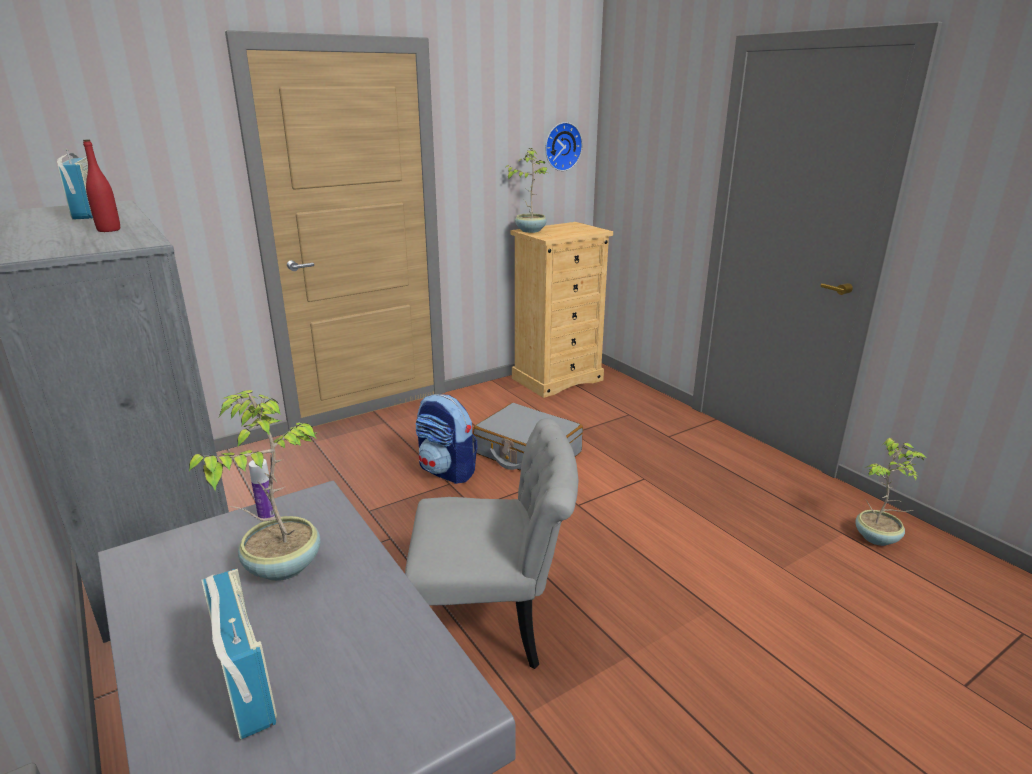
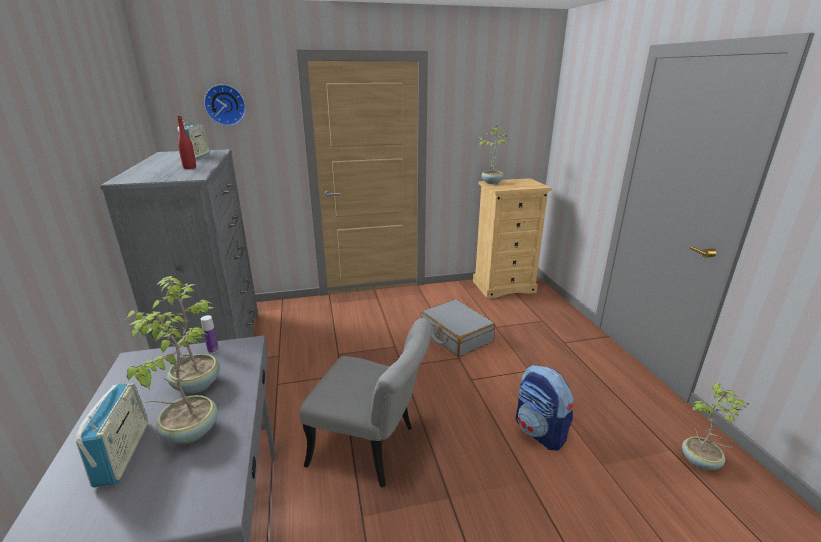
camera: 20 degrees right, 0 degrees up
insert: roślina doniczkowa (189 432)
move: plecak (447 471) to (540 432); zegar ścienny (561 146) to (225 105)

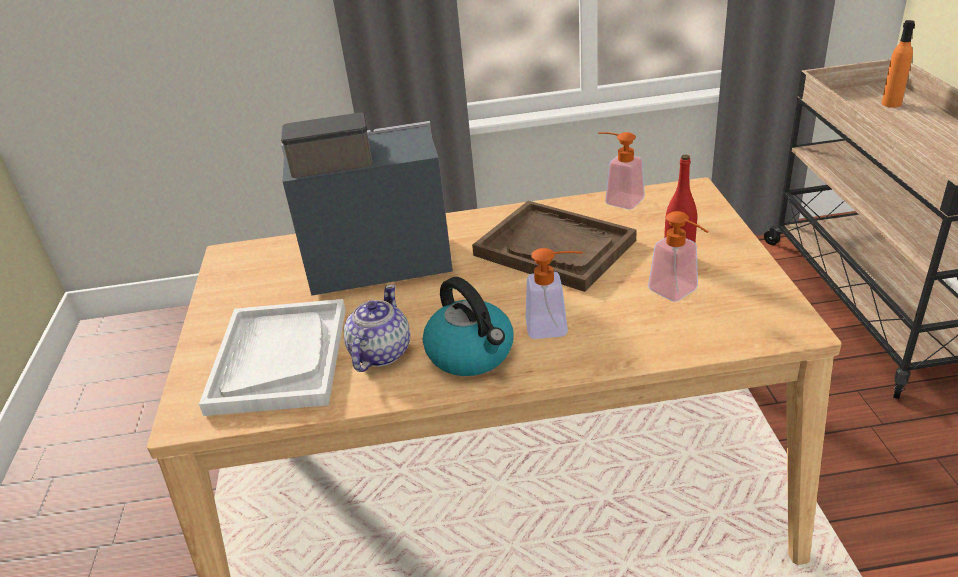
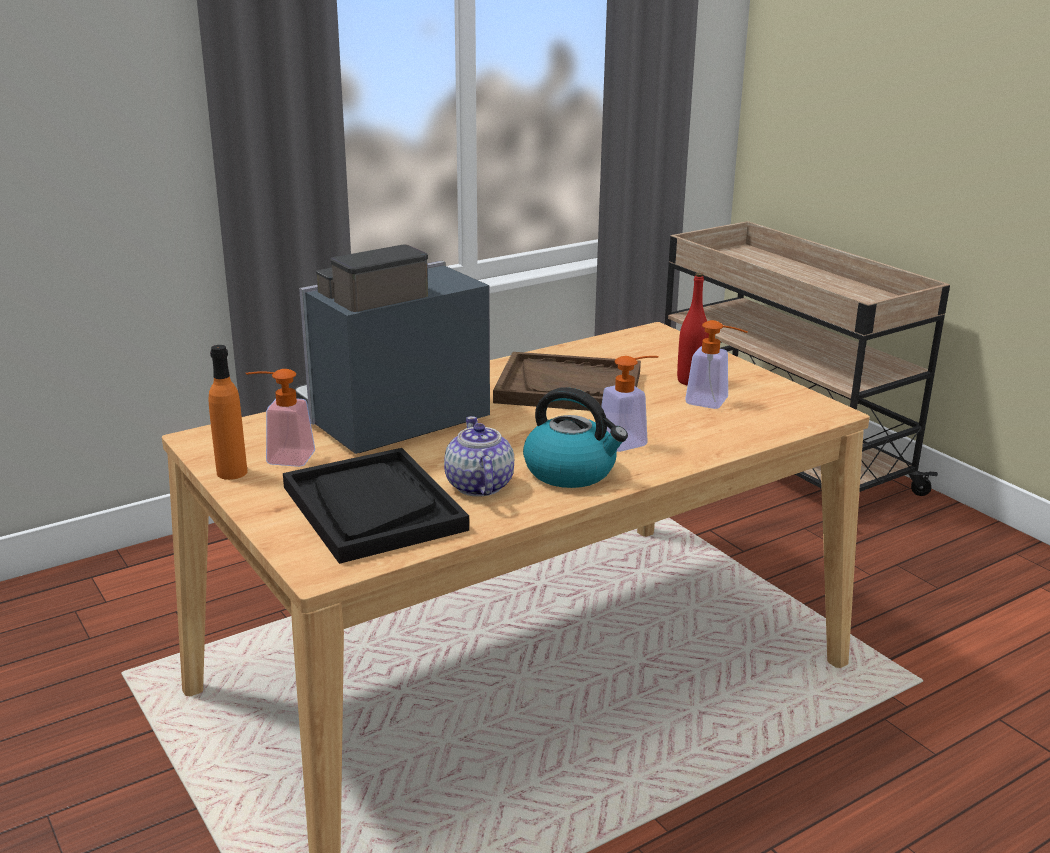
camera: 30 degrees left, 10 degrees down
move: dozownik mydła (618 200) to (282 457); butelka/pomarańczowy (891 104) to (232 472)
recolor: taca/biały (279 358) to taca/czarny (372 508)

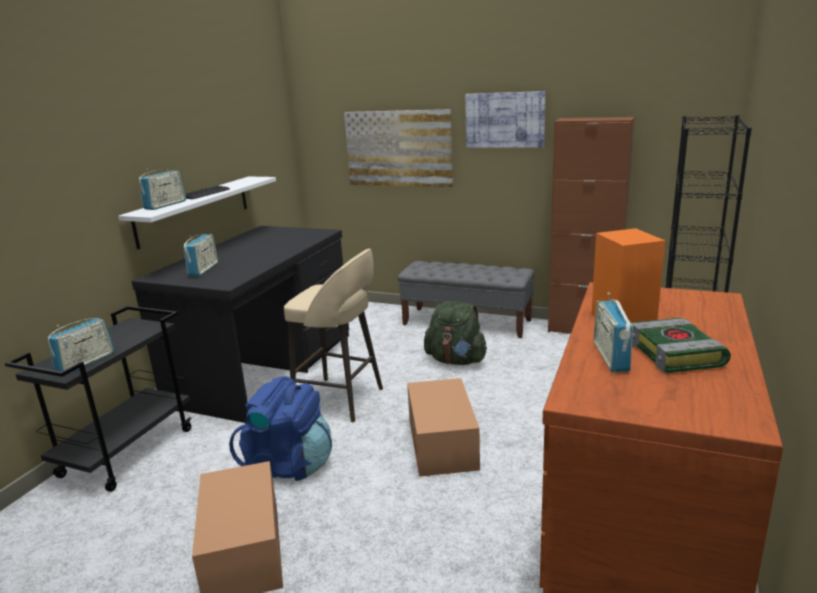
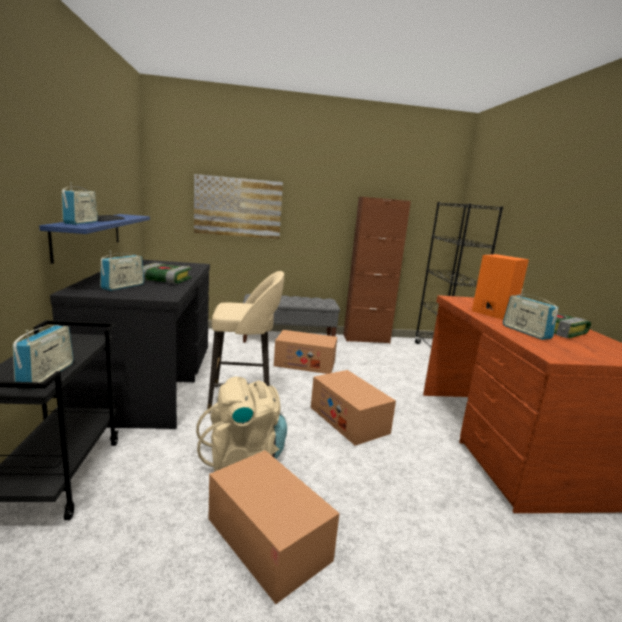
camera: 30 degrees left, 5 degrees down
delete: obraz (505 120)
insert: książka (163 280)
replace: plecak/zielony (456 360) to karton (305 363)
recolor: półka/biały (194 210) to półka/niebieski (89 234); plecak/niebieski (289 464) to plecak/beżowy (243 456)
rotate: radio (203 270) = (123 286) 45 degrees clockwise

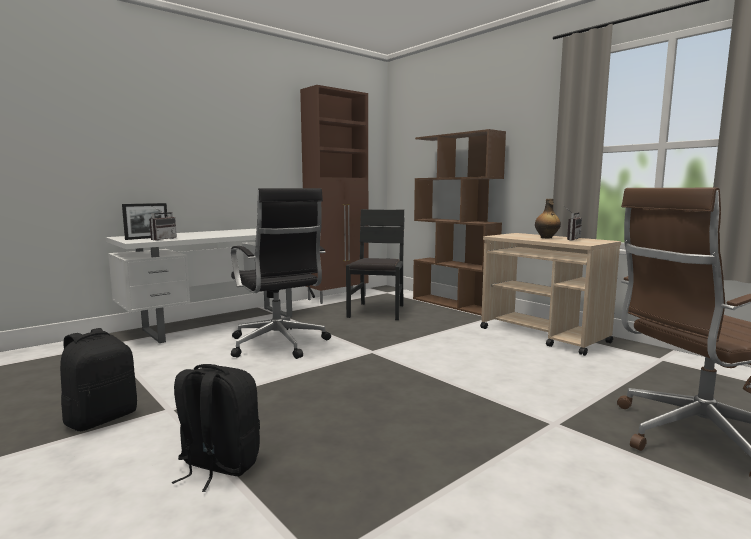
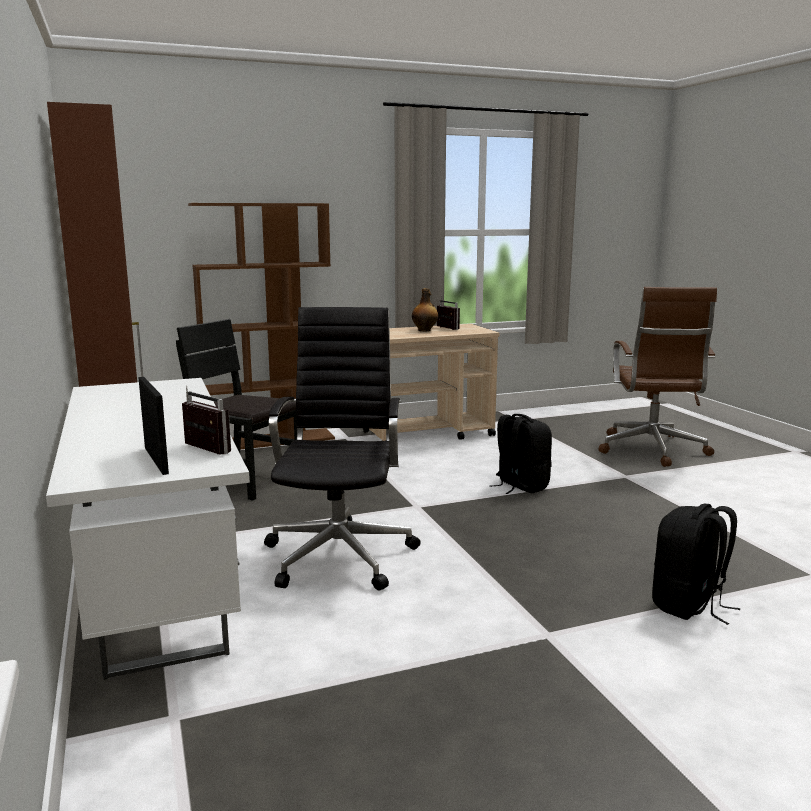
camera: 70 degrees left, 5 degrees up
move: plecak/czarny (102 418) to (520 486)
rotate: krzesło biurowe/czarny (279 345) = (340 554) 75 degrees counterclockwise

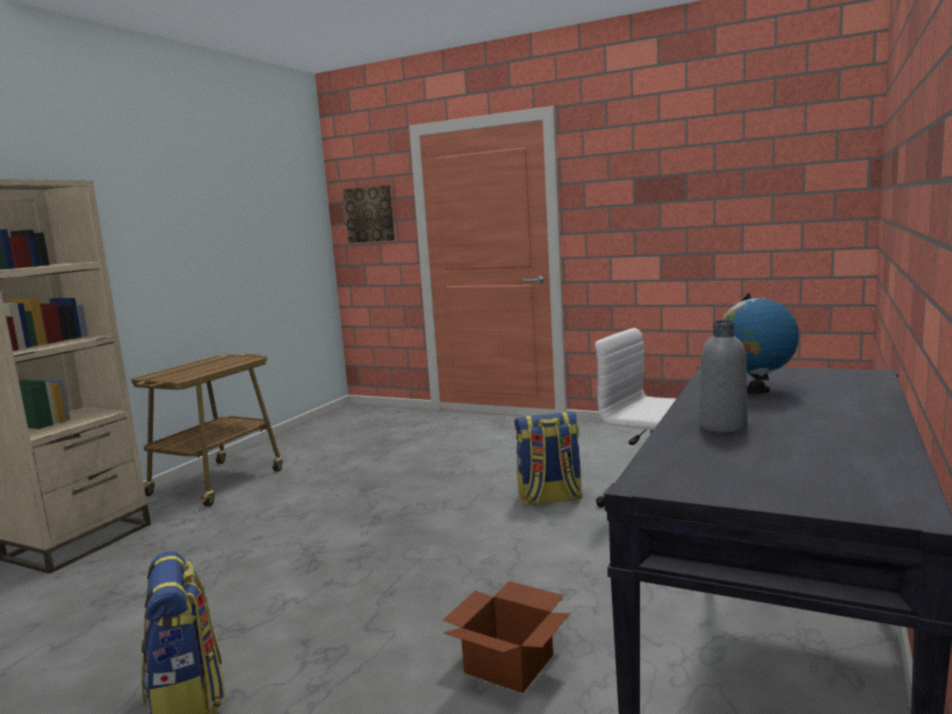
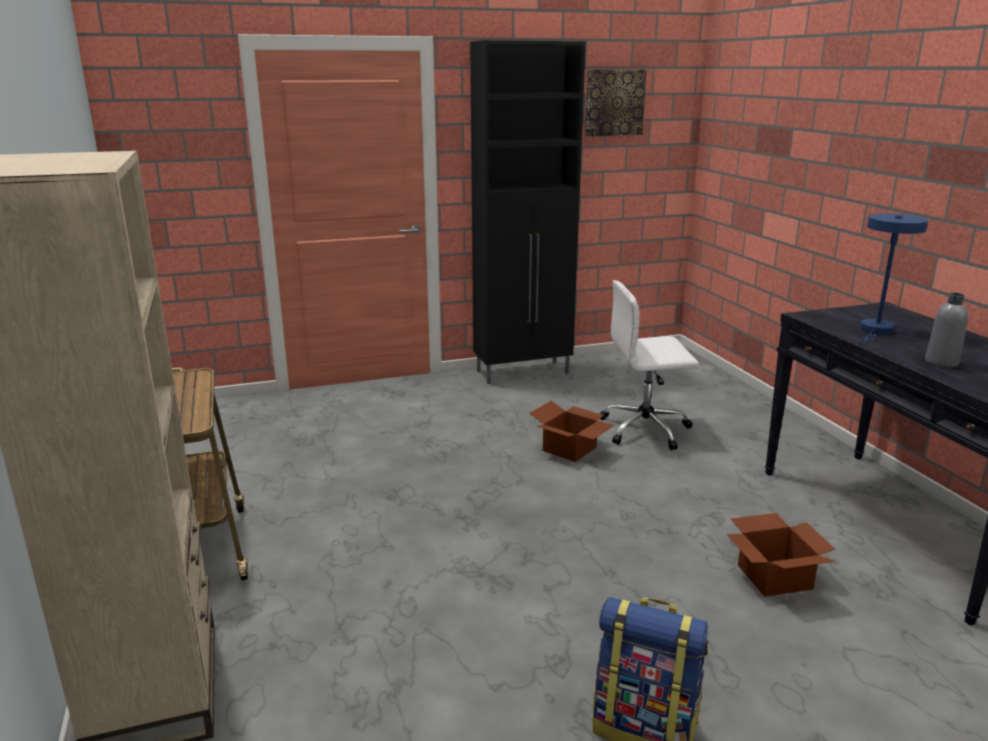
camera: 45 degrees left, 10 degrees up
insert: szafka/czarny (524 372)
move: obraz (370 214) to (614 102)
replace: plecak (549 498) to karton (570 449); globus (756 390) to lampa stołowa/niebieski (876 331)

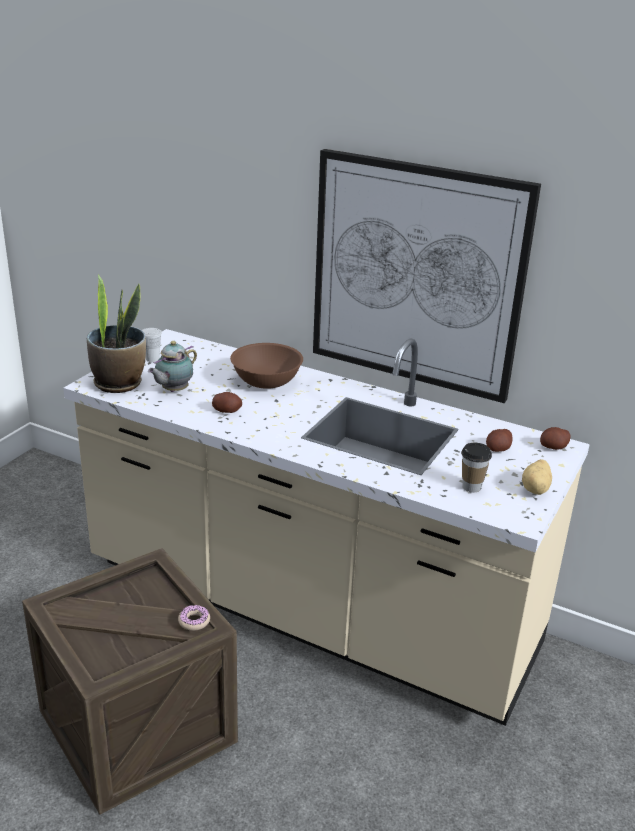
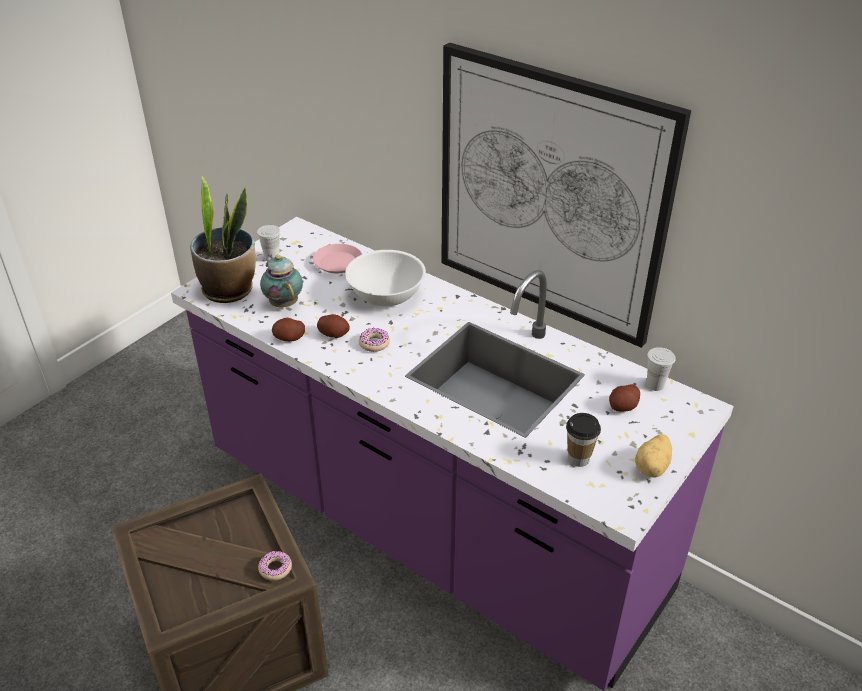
camera: 10 degrees right, 10 degrees up
insert: talerz/różowy (338 263); donut (374 343); filiżanka/biały (655 385)
move: ziemniak (553 447) to (289 338)
recolor: zabudowa kuchenna/beżowy (309 608) to zabudowa kuchenna/fioletowy (431 525); miska/brązowy (266 382) to miska/biały (385 295)
rotate: imbryk (173 390) = (283 303) 105 degrees clockwise

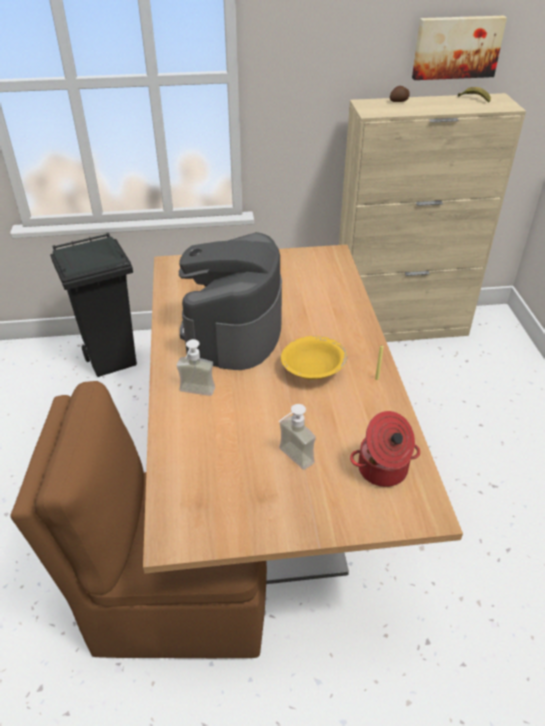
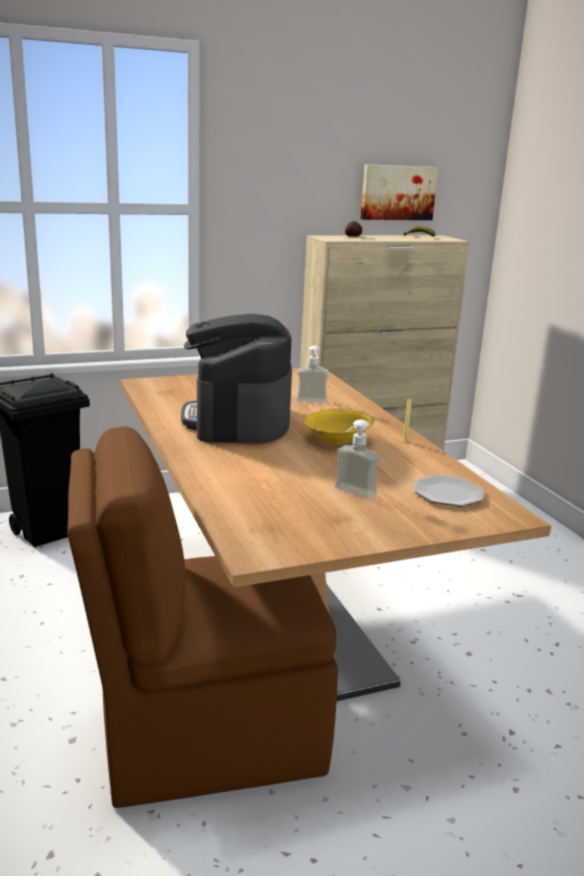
camera: 15 degrees left, 20 degrees down
move: dozownik mydła (195 394) to (311 403)
replace: garnek (383 470) to talerz (448 494)

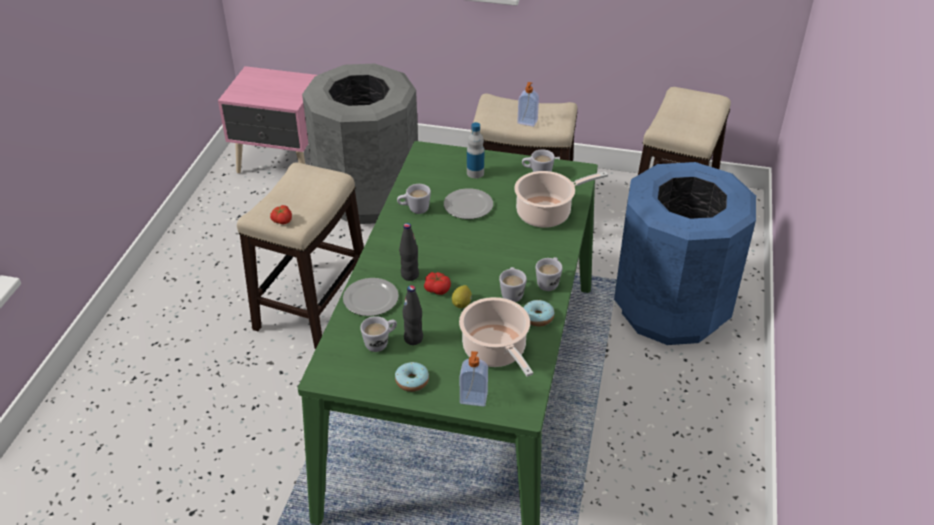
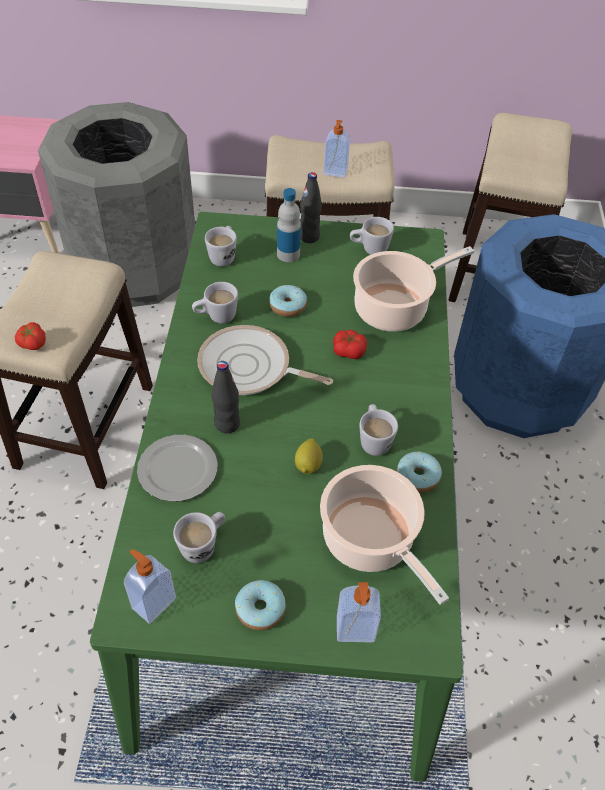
camera: 10 degrees left, 10 degrees up
insert: dozownik mydła (153 602); patelnia (249 368)
move: butelka/czarny (413 338) to (309 237); pomidor (437 289) to (349 351); kubek/biały (549 282) to (224 256)
replace: talerz (468 206) to donut (287 306)

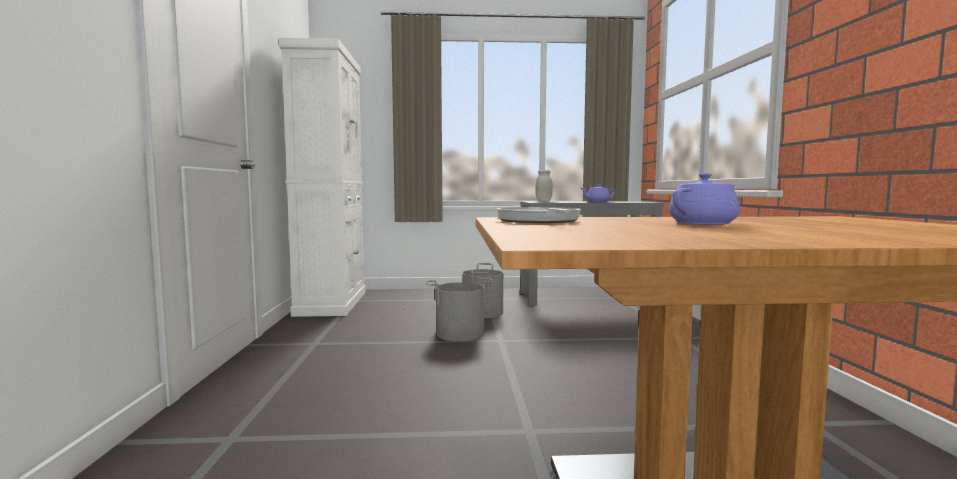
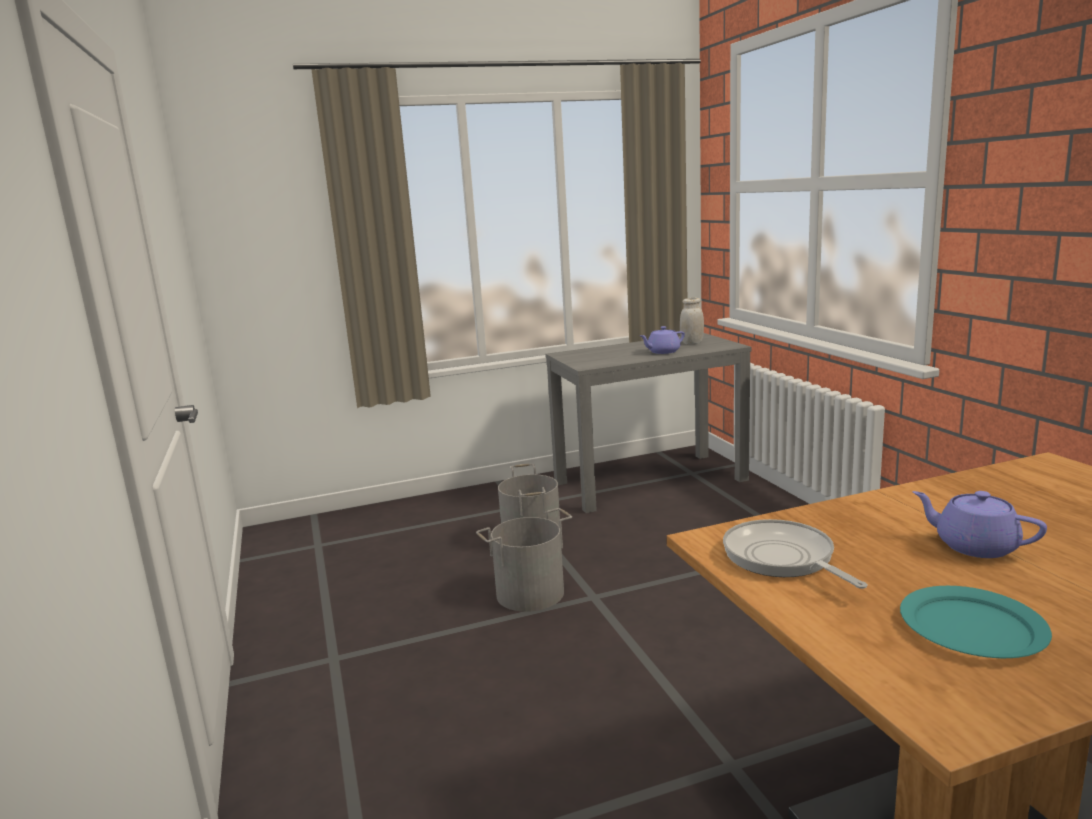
camera: 15 degrees left, 10 degrees up
delete: szafka/biały (332 303)
insert: talerz/turkusowy (971 627)
move: słoik/biały (543 201) to (692 343)
rotate: imbryk/fioletowy (704 224) = (974 546) 90 degrees counterclockwise

